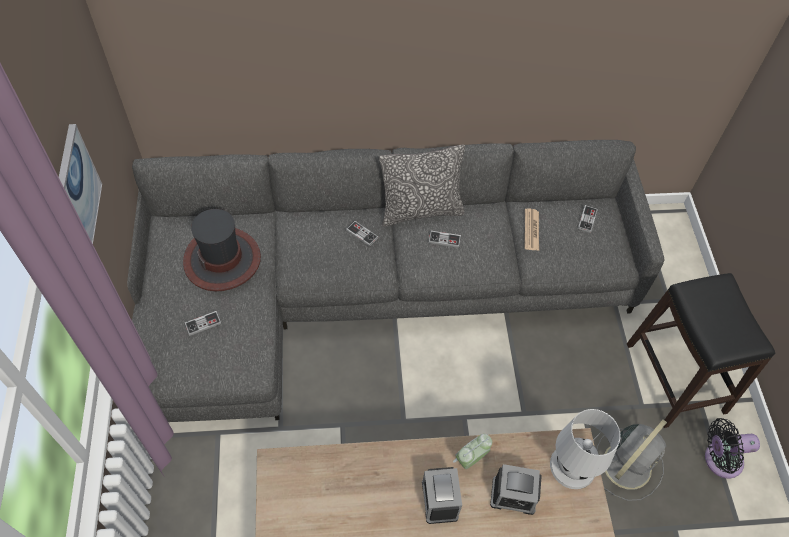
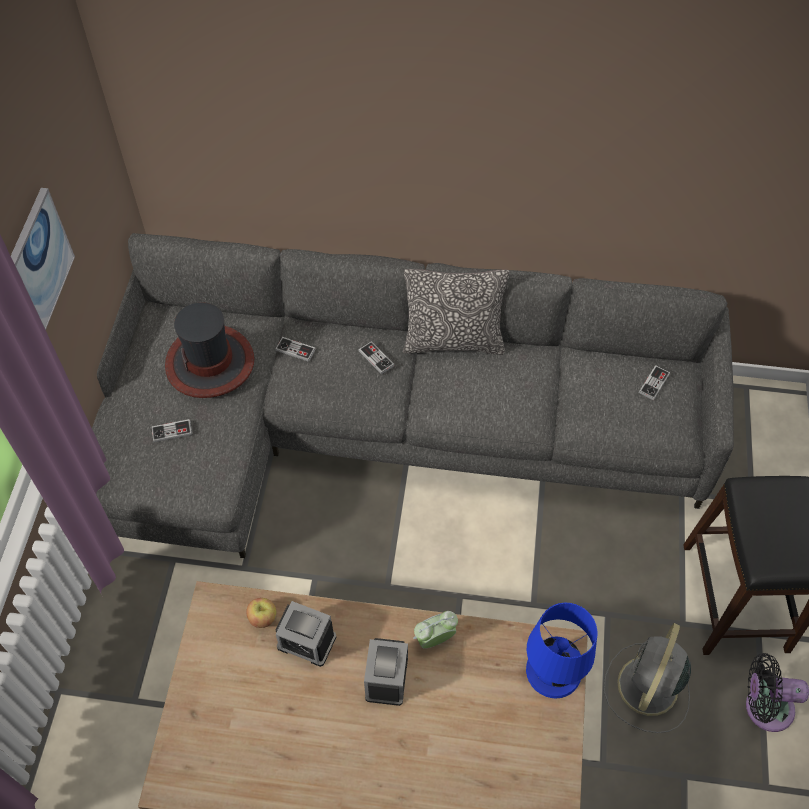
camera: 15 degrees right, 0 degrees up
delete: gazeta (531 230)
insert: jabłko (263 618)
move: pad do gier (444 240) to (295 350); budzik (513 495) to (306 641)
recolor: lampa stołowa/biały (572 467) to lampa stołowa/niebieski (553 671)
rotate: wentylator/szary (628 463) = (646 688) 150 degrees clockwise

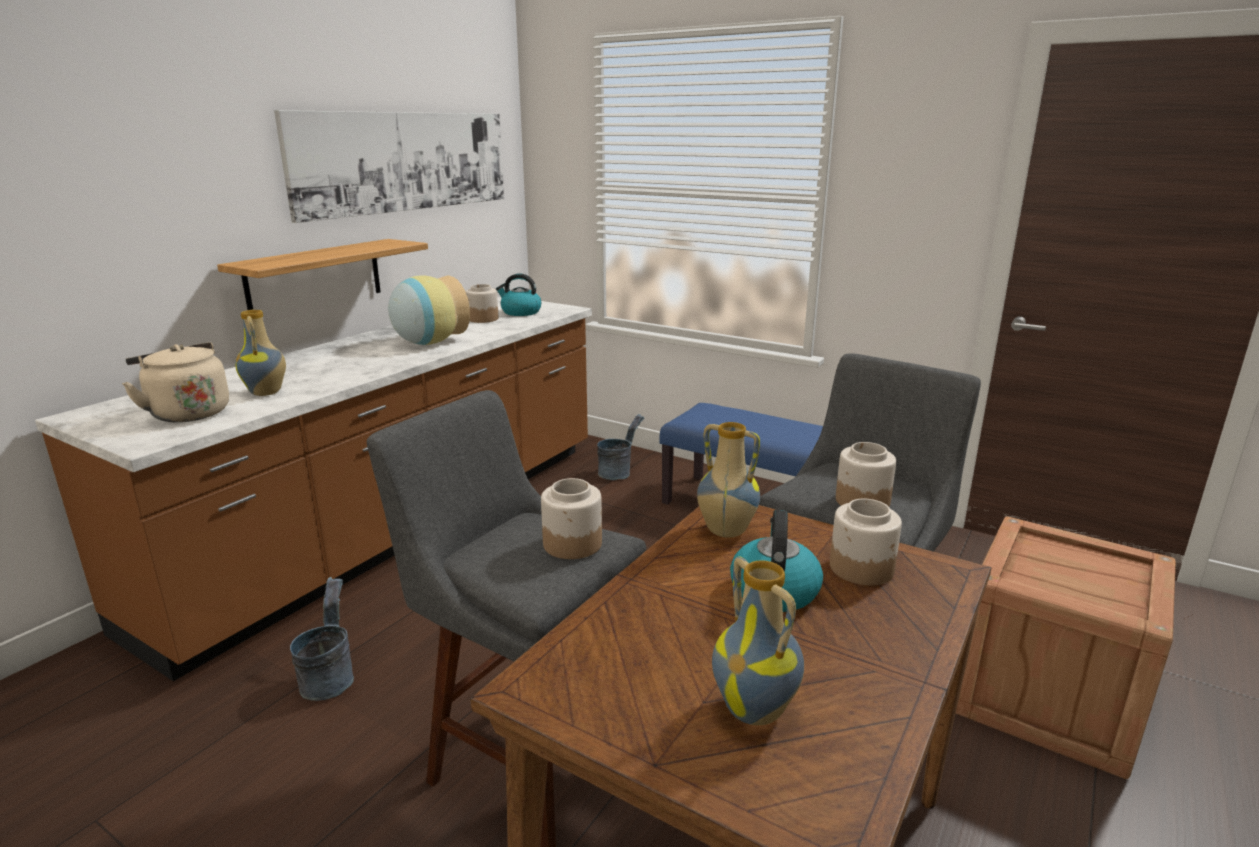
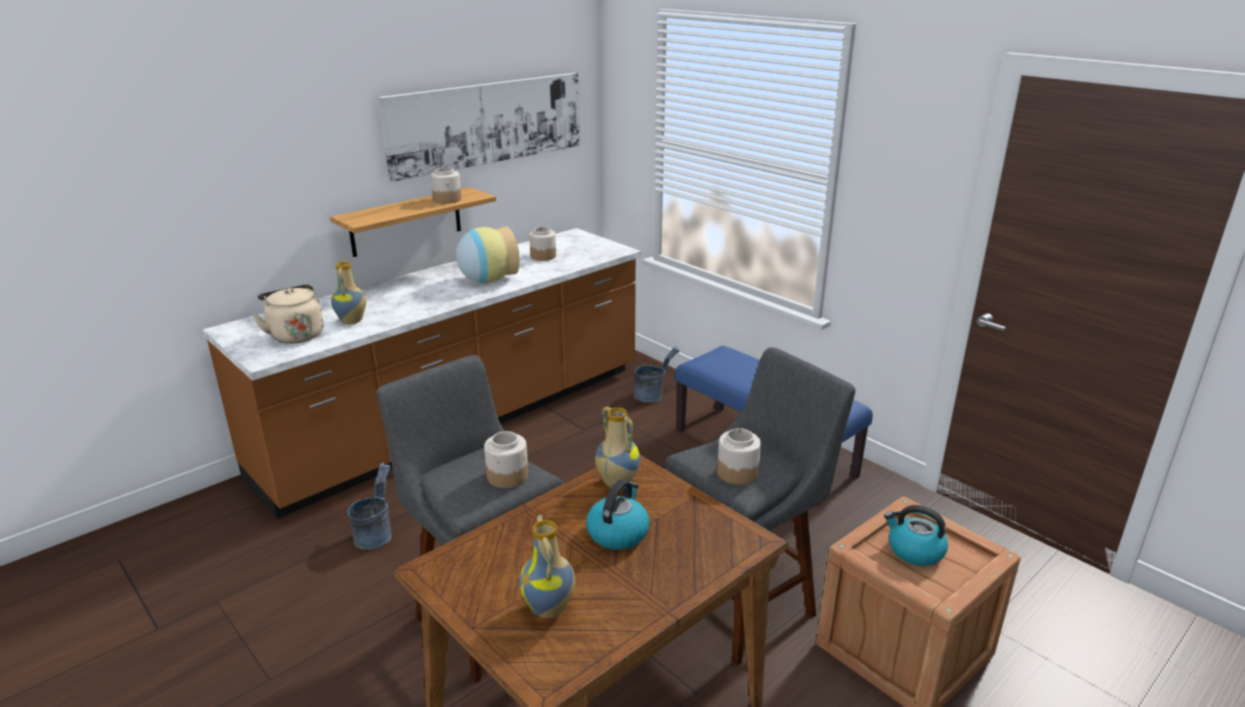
camera: 15 degrees right, 5 degrees up
move: czajnik (520 312) to (914 551); słoik (862 568) to (447 199)

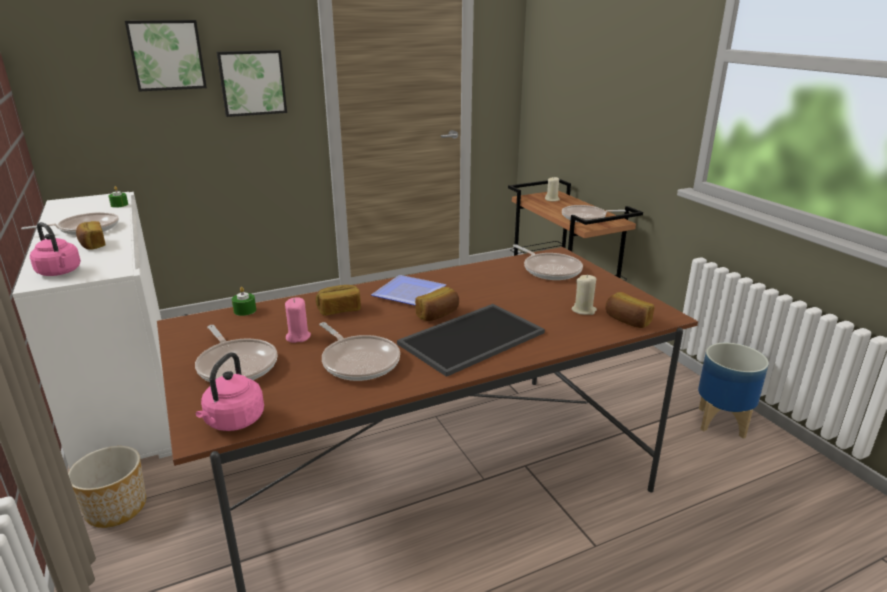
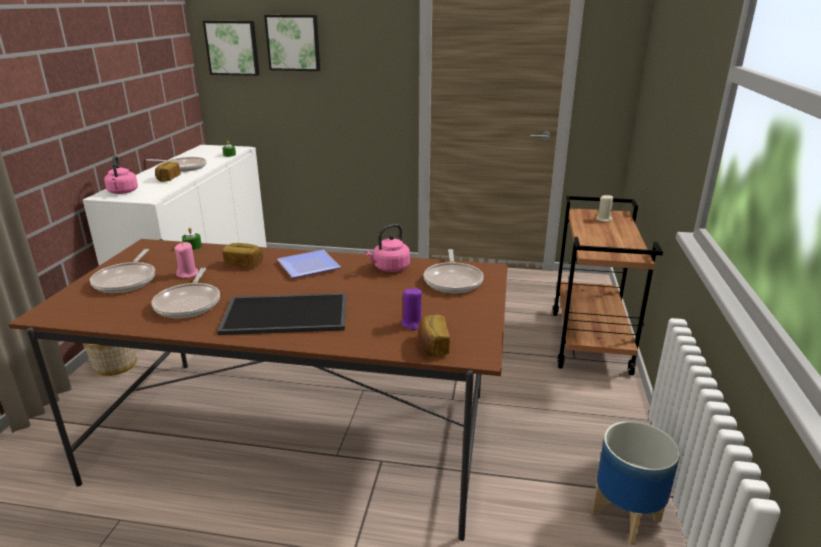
camera: 35 degrees right, 0 degrees up
delete: chleb (438 315); patelnia (586 217)
move: czajnik/różowy (233 422) to (389 268); obraz (252 82) to (233 48)
recolor: świeca/beżowy (584 310) to świeca/fioletowy (413 324)

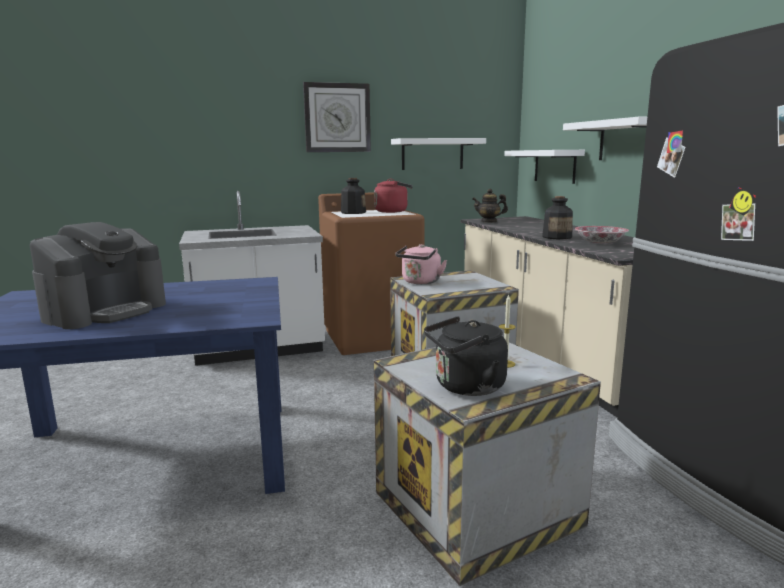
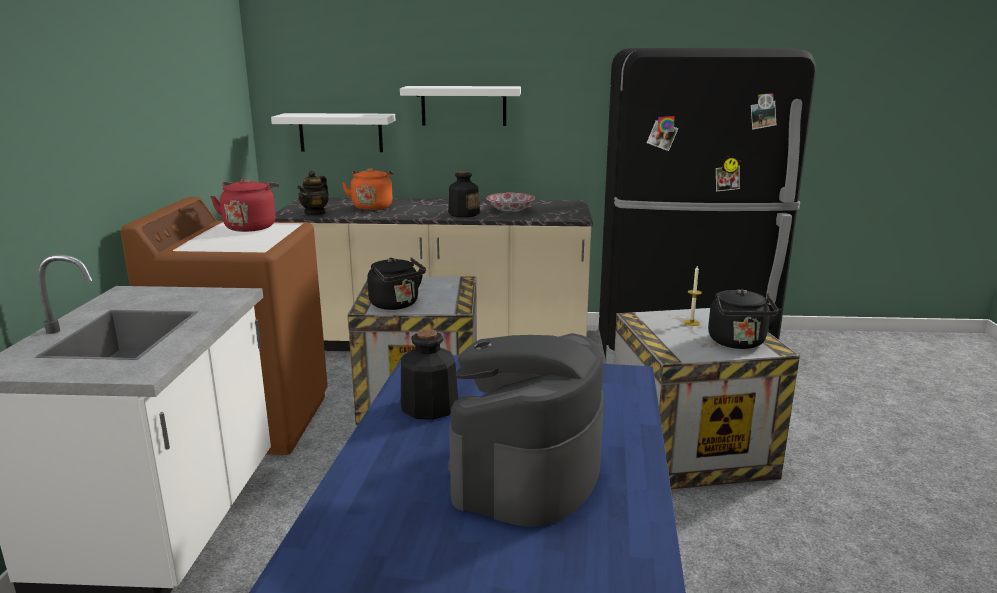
camera: 70 degrees left, 5 degrees up
delete: zegar ścienny (337 118); półka/biały (432 154)
insert: czajnik/pomarańczowy (372 207)
move: butelka (353 212) to (429 407)
recolor: czajnik/różowy (420 282) to czajnik/czarny (396 305)
rotate: ekspres do kawy (106 311) = (526 471) 120 degrees counterclockwise

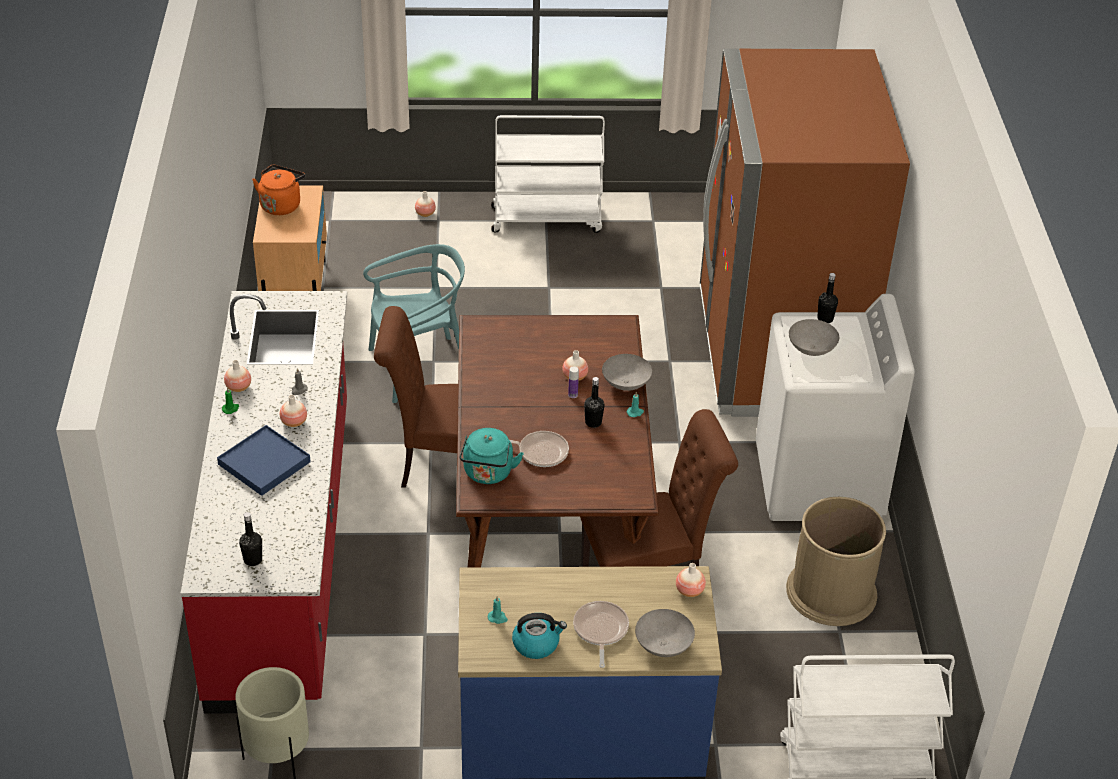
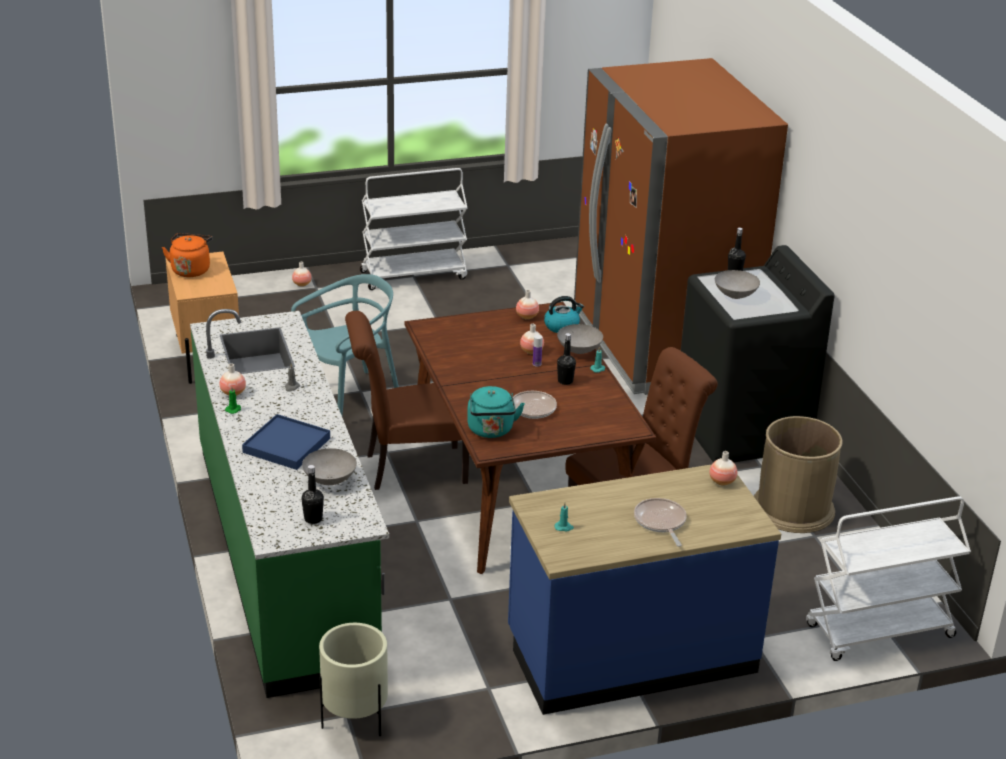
camera: 15 degrees left, 10 degrees down
move: wazon (294 422) to (527 316); czajnik (536 644) to (562 326); miska/szary (662 646) to (329 480)
recolor: zabudowa kuchenna/czerwony (285 549) to zabudowa kuchenna/zielony (287 554); pralka/biały (818 482) to pralka/czarny (742 431)

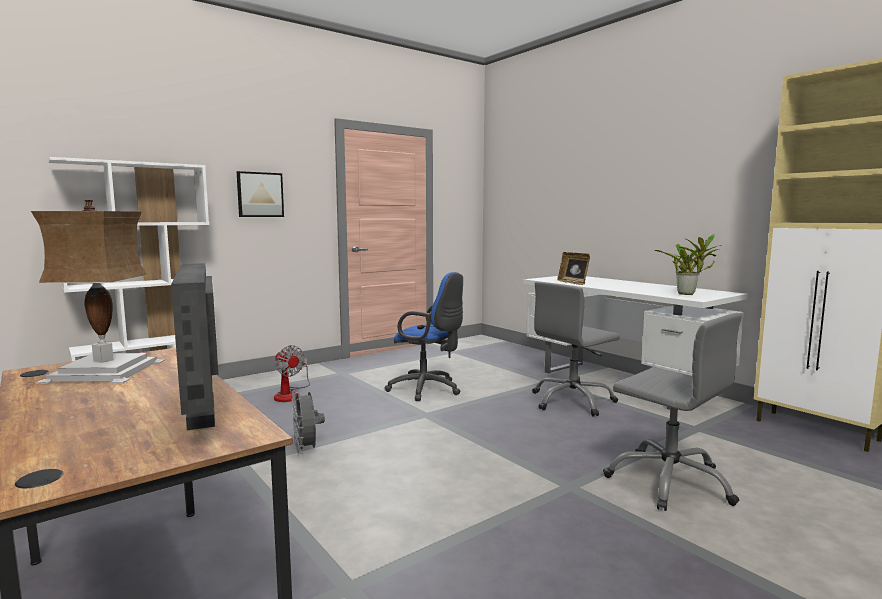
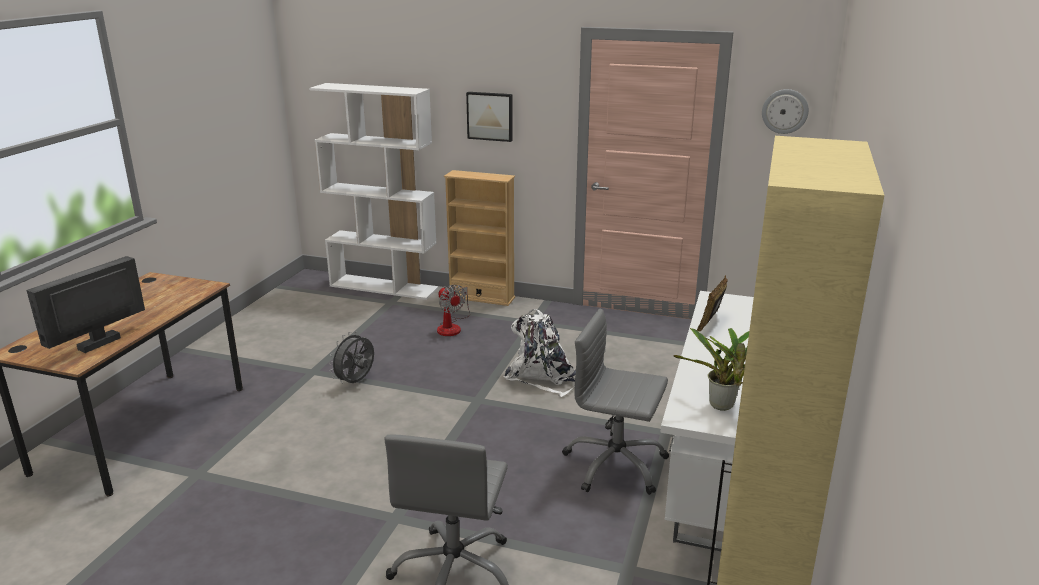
camera: 55 degrees right, 15 degrees up
delete: lampa stołowa (108 370)
insert: regał/beżowy (482 297); zegar ścienny (785 111)
replace: krzesło biurowe/niebieski (428 390) to plecak/biały (542 377)
rotate: wentylator (290 394) = (452 326) 45 degrees counterclockwise

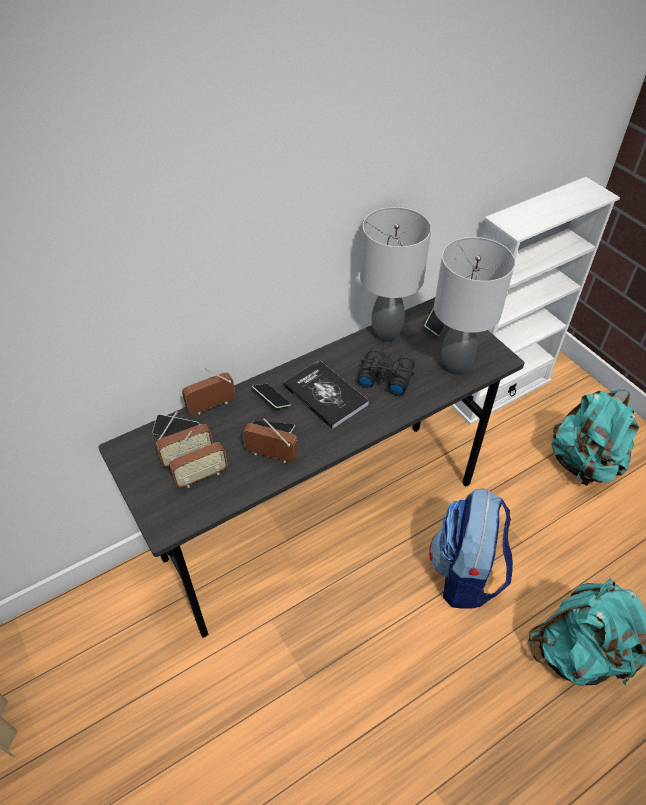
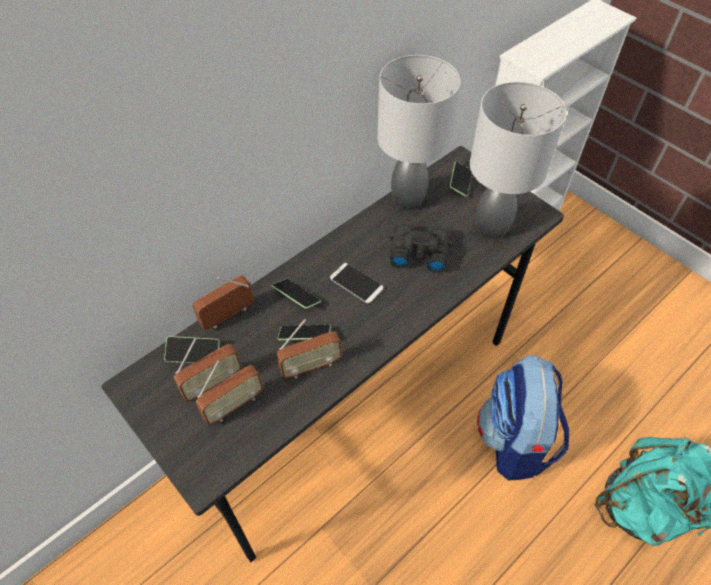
camera: 10 degrees left, 5 degrees up
delete: plecak/turkusowy (583 463)
replace: książka (325 395) to telefon (356 283)
rotate: radio (271 455) = (310 366) 150 degrees clockwise

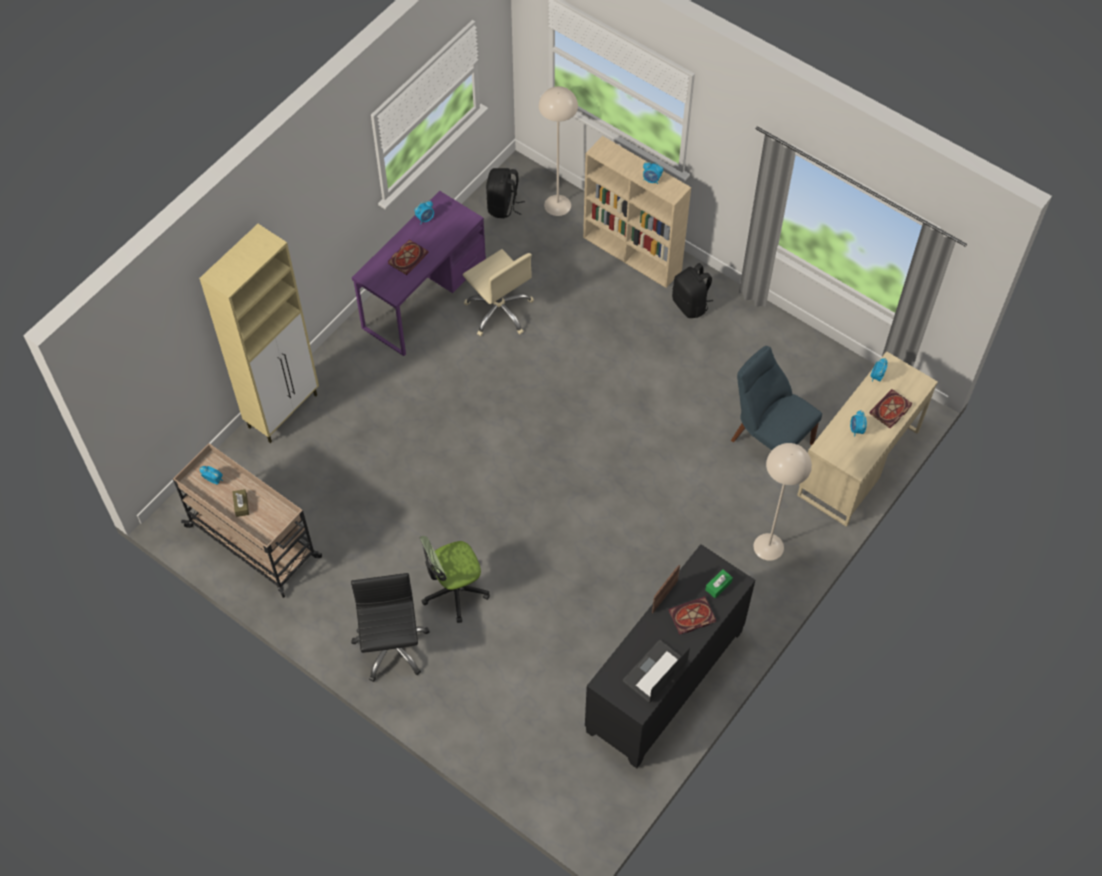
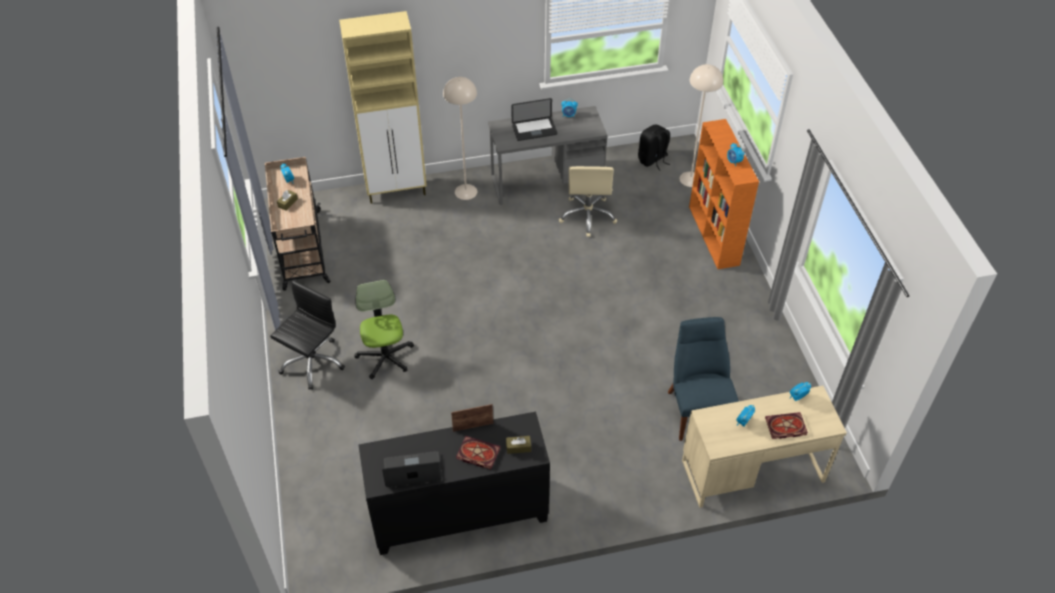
camera: 40 degrees right, 10 degrees down
delete: plecak/czarny (691 305)
move: lampa stojąca/beżowy (768 546) to (466 191)
replace: książka (408 257) to laptop (534 130)
recolor: biurko/fioletowy (424 299) to biurko/szary (546 182); regał/beżowy (633 254) to regał/pomarańczowy (714 236); pudełko chusteczek/zielony (718 586) to pudełko chusteczek/brązowy (518 447)
rotate: krzesło biurowe (454 590) = (385 357) 60 degrees clockwise

